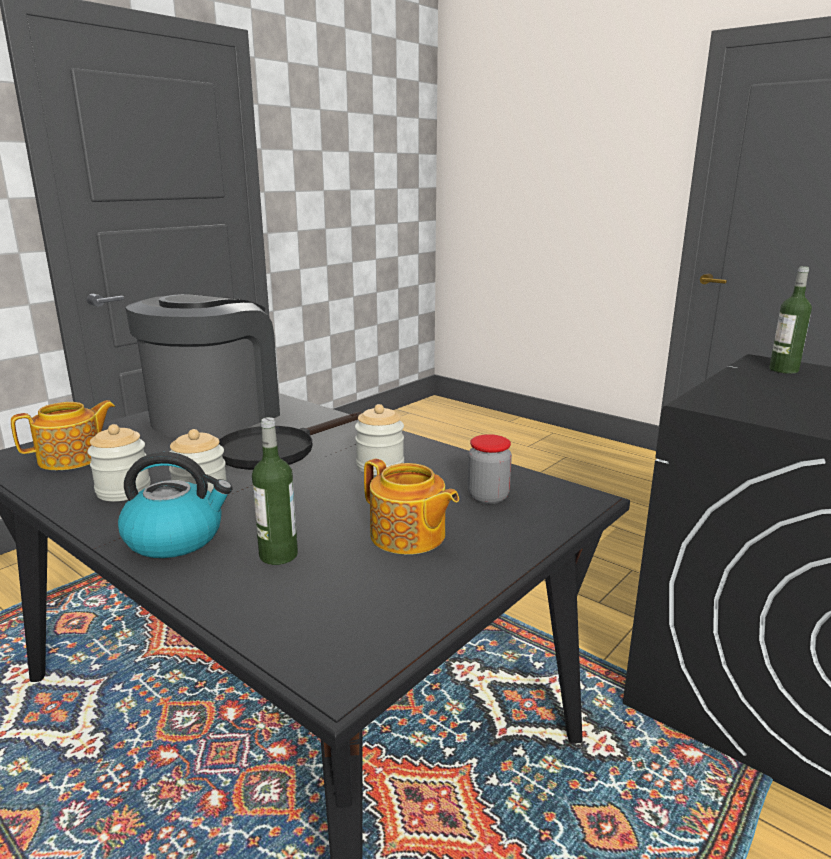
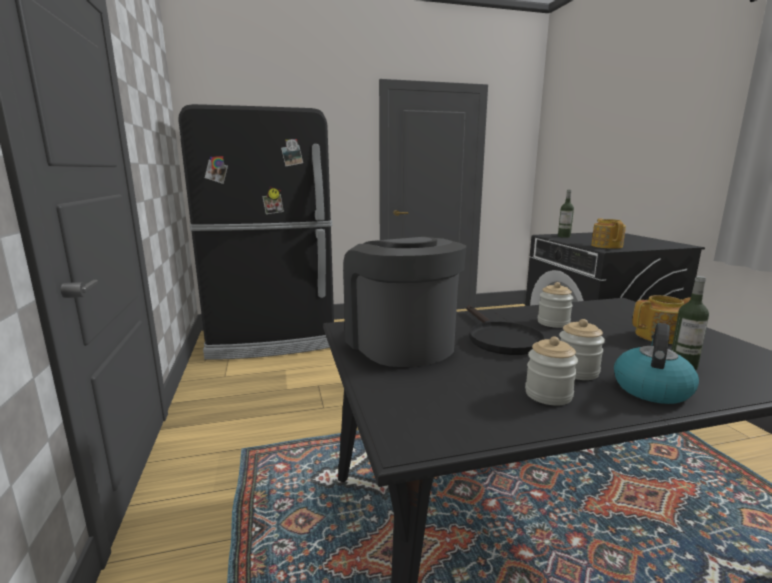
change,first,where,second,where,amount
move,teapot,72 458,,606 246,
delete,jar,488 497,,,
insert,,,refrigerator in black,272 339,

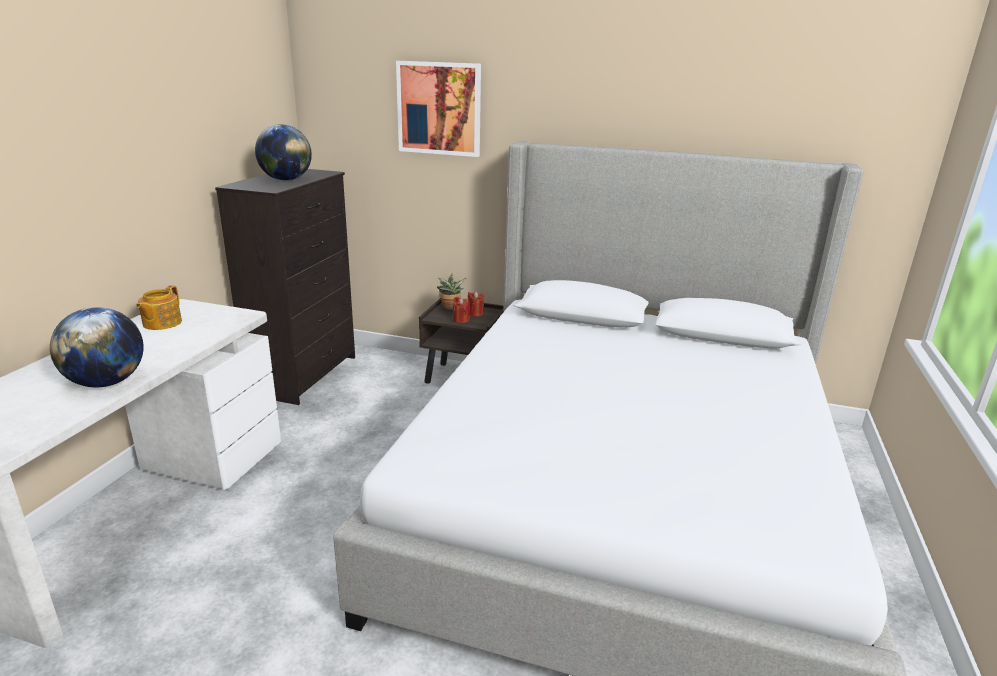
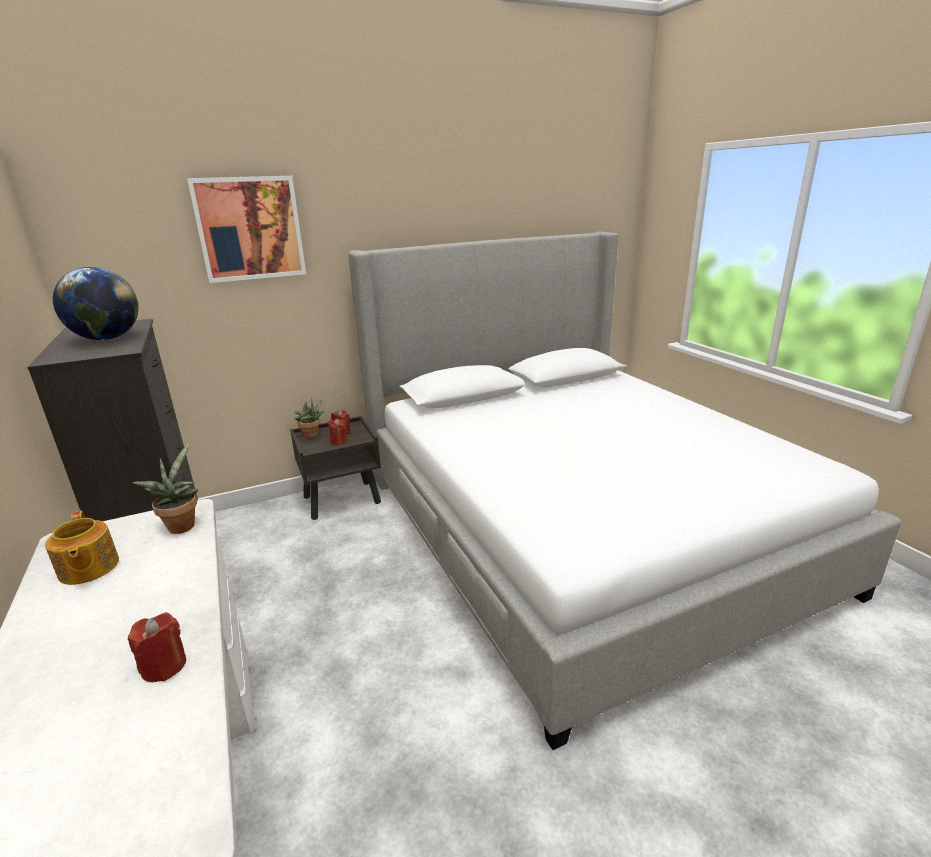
change,first,where,second,where,amount
replace,globe,106 382,candle in red,164 666,
insert,,,houseplant,181 525,

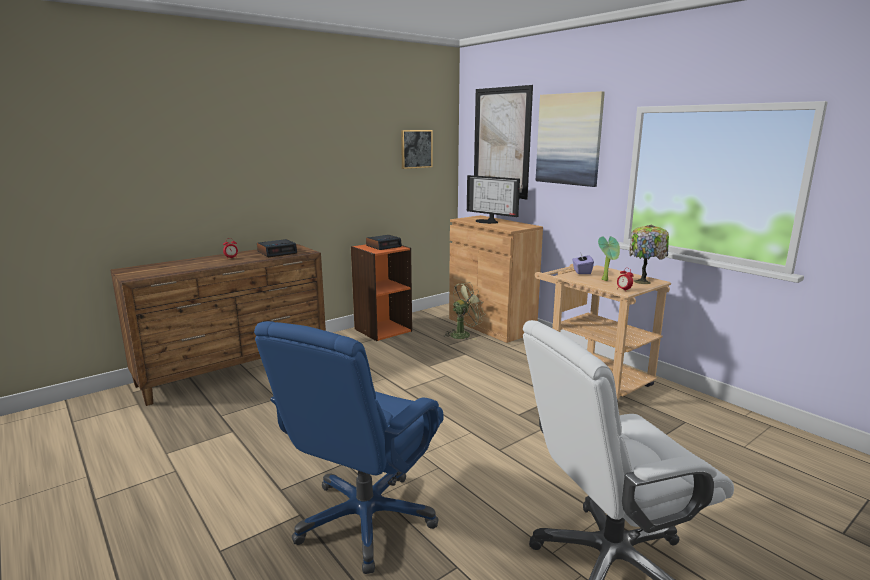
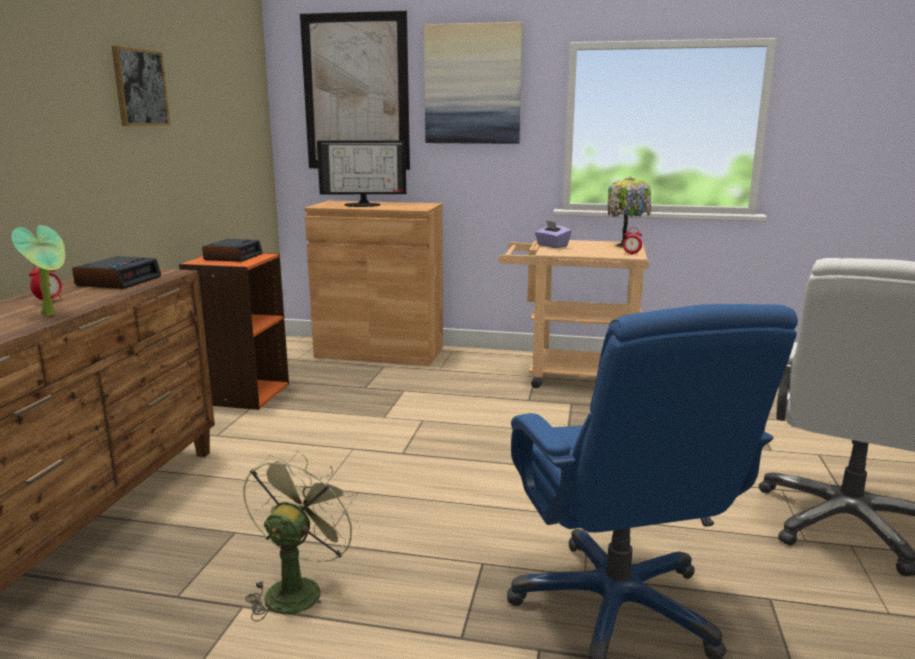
change,first,where,second,where,amount
move,wall picture,416 149,,140 87,
move,houseplant,606 280,,52 314,
move,cooling fan in greenish,463 334,,298 588,

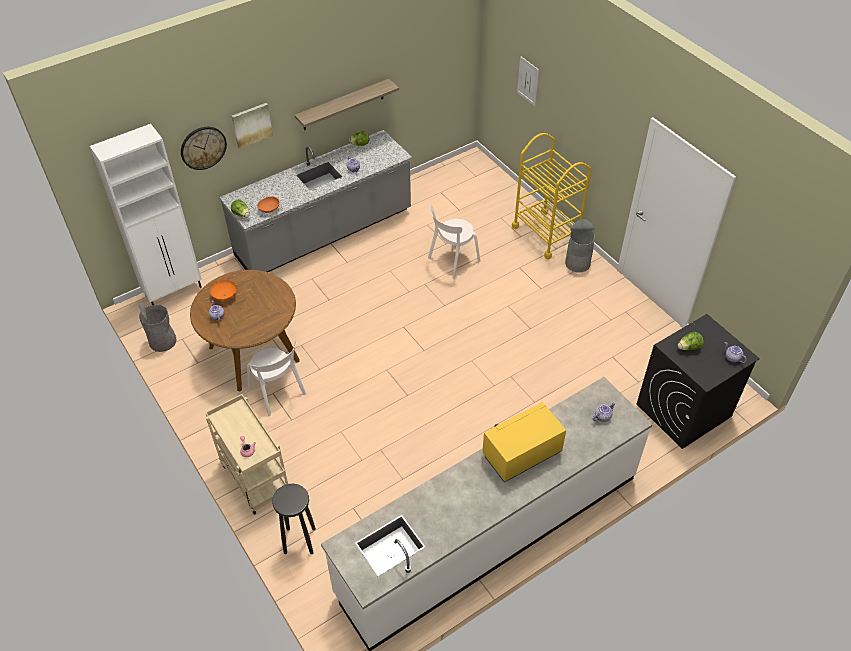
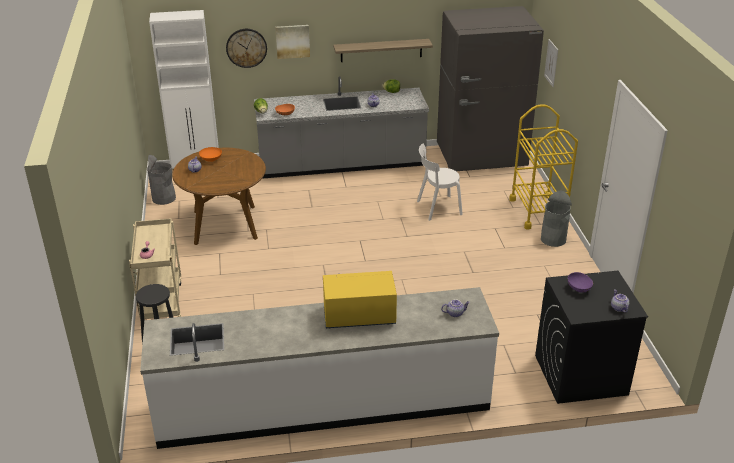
change,first,where,second,where,amount
replace,head of lettuce,688 347,deep dish in purplish,579 288,
delete,plain chair in white,278 393,,,
insert,,,refrigerator in grey,481 157,

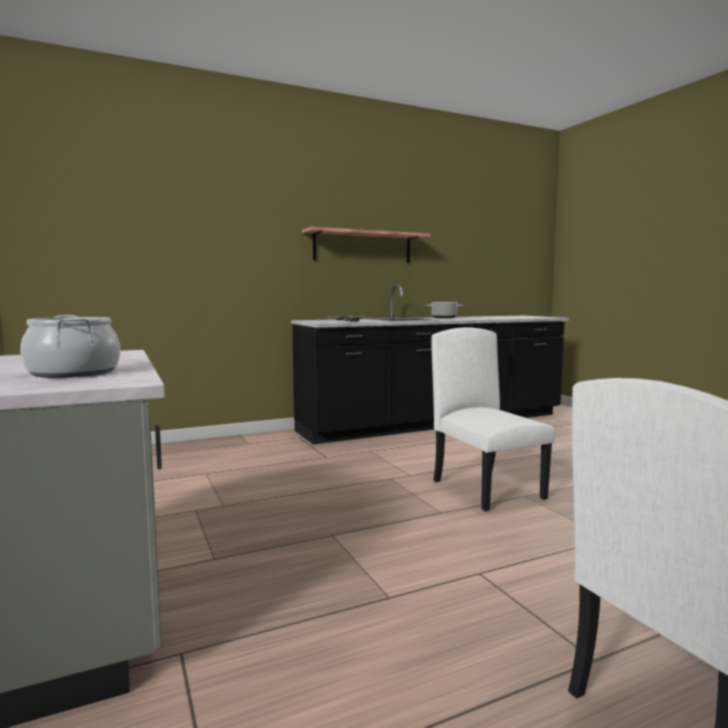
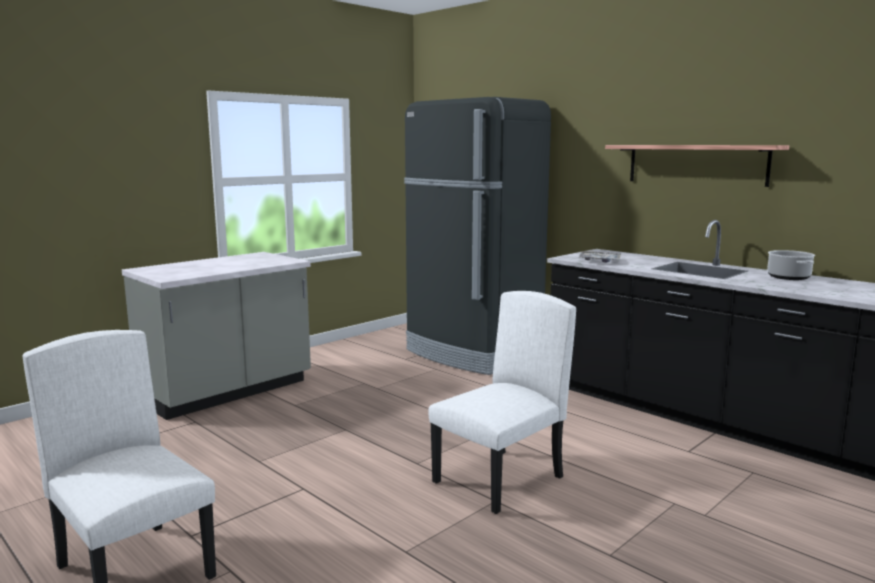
change,first,where,second,where,amount
delete,saucepot,74 373,,,
insert,,,refrigerator in black,472 354,

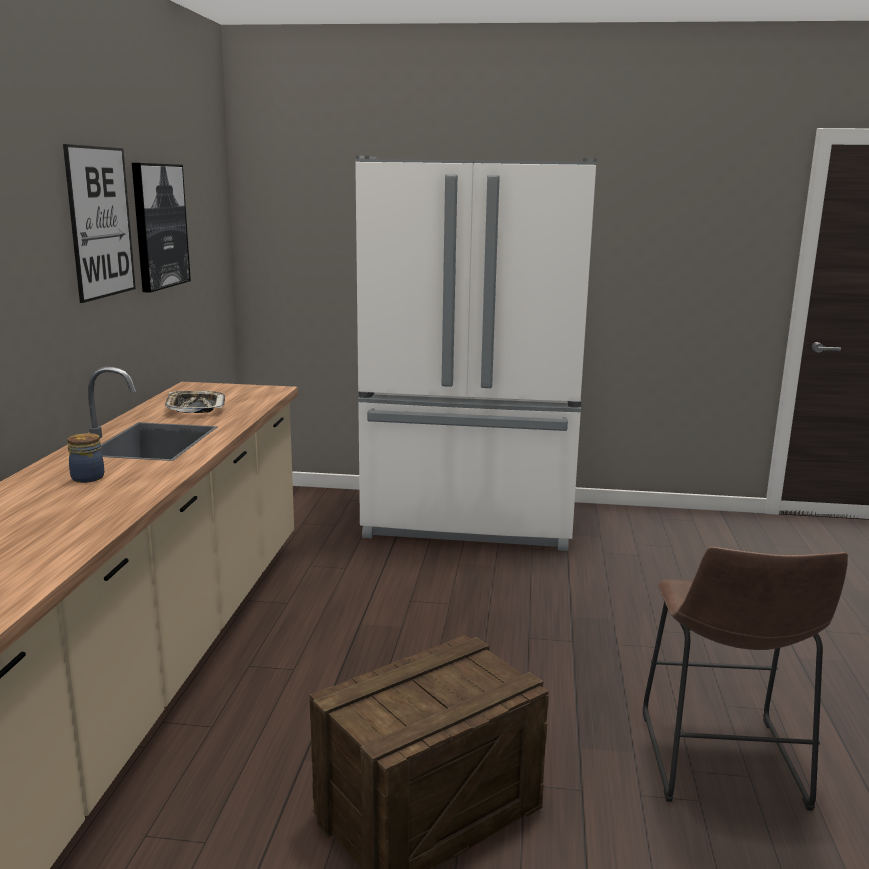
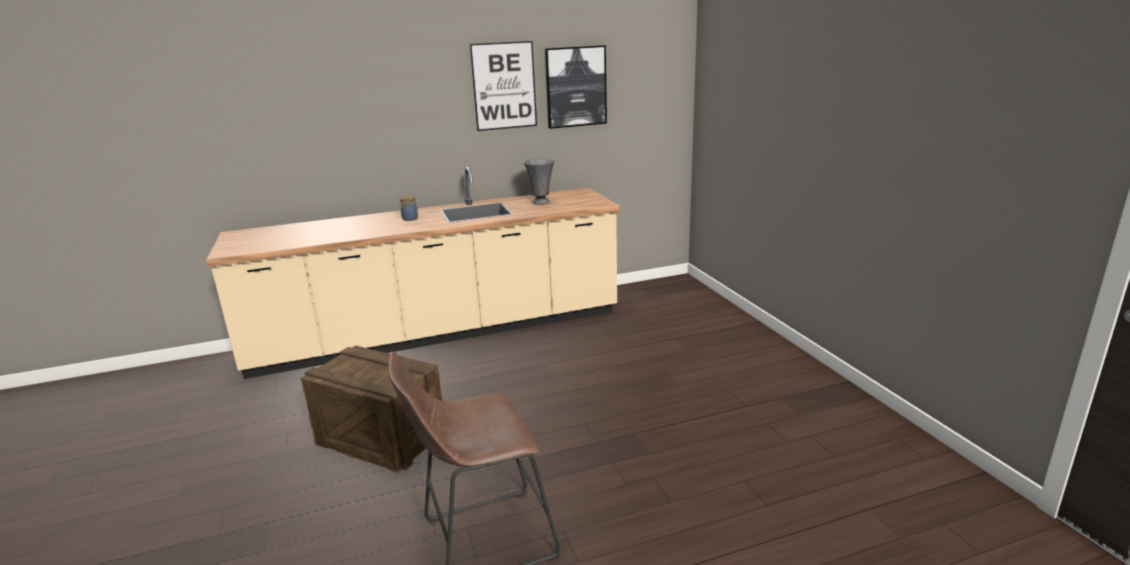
change,first,where,second,where,amount
delete,refrigerator in white,470 521,,,
replace,carrying tray,195 407,vase in grey,541 202,

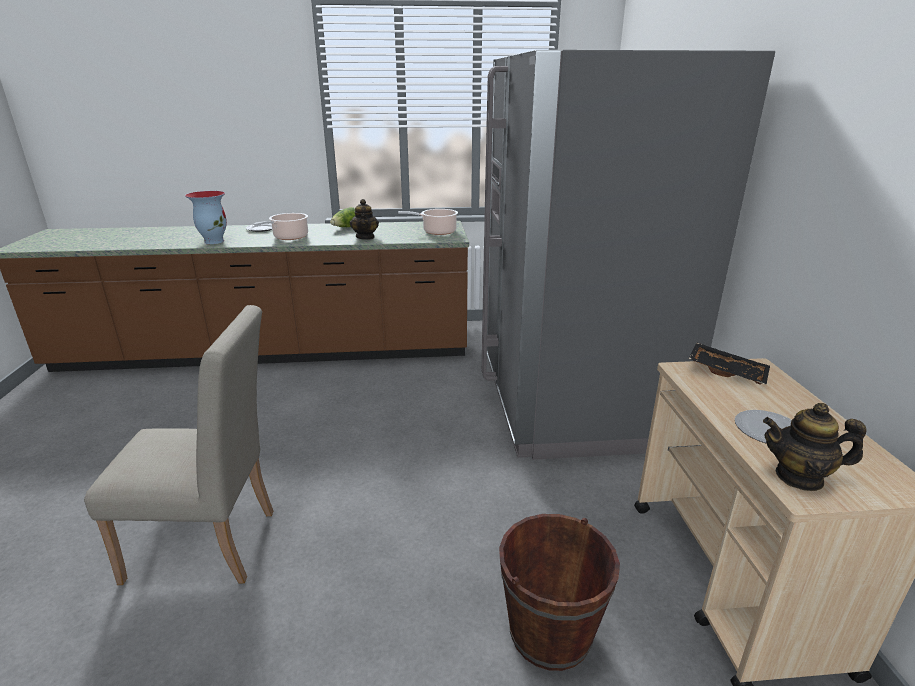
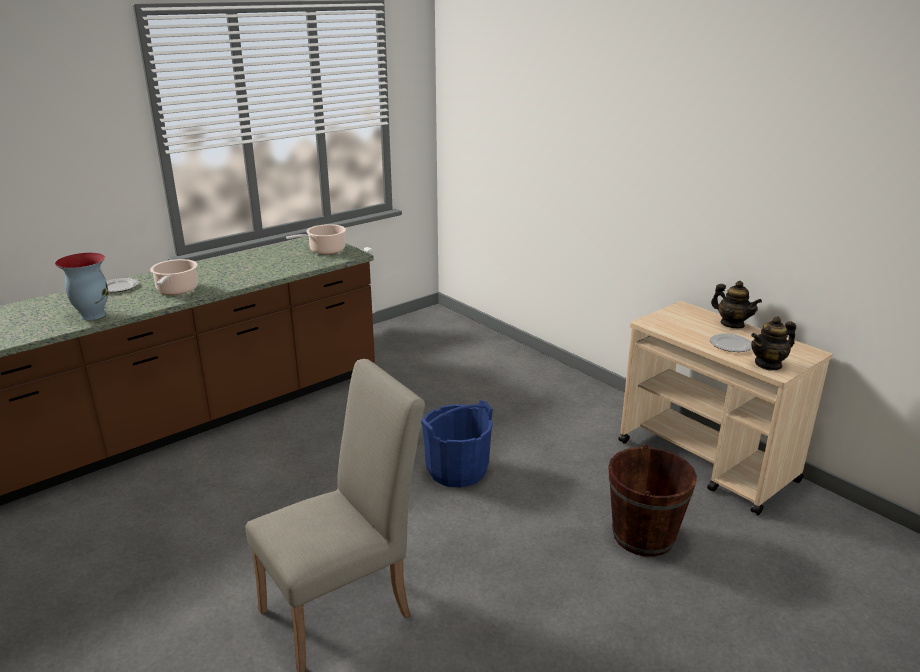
change,first,where,second,where,amount
delete,refrigerator in grey,573 403,,,
move,teapot,365 237,,732 324,
delete,head of lettuce,346 228,,,
delete,carrying tray in black,727 371,,,
insert,,,water bucket in blue-coloured,457 470,

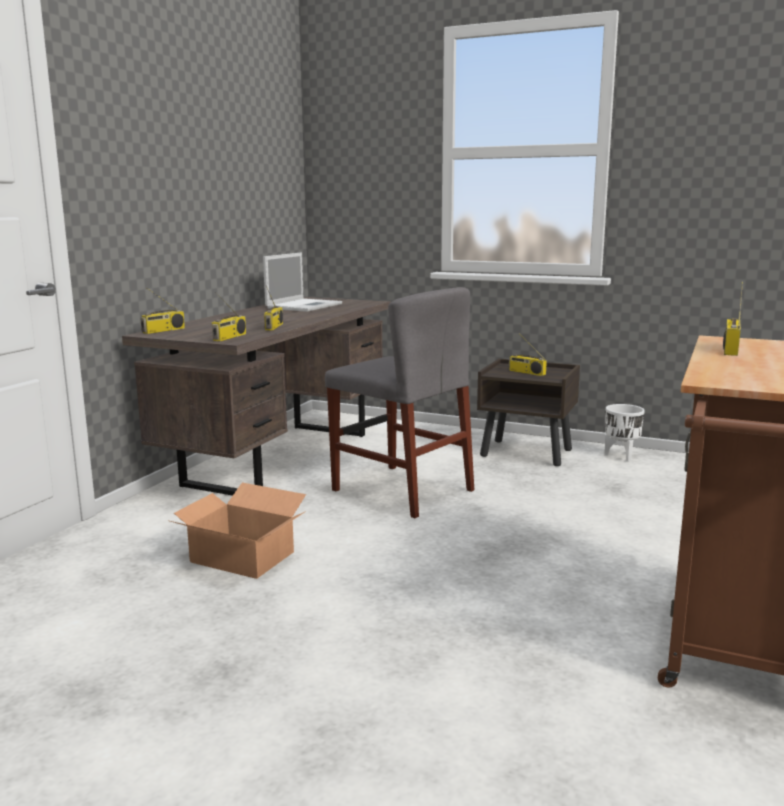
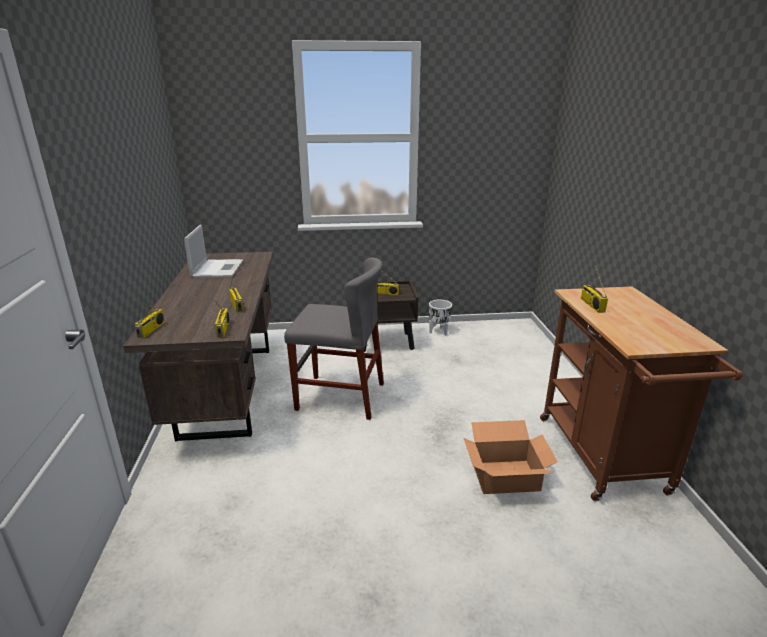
change,first,where,second,where,amount
move,cardboard box,242 558,,506 477,

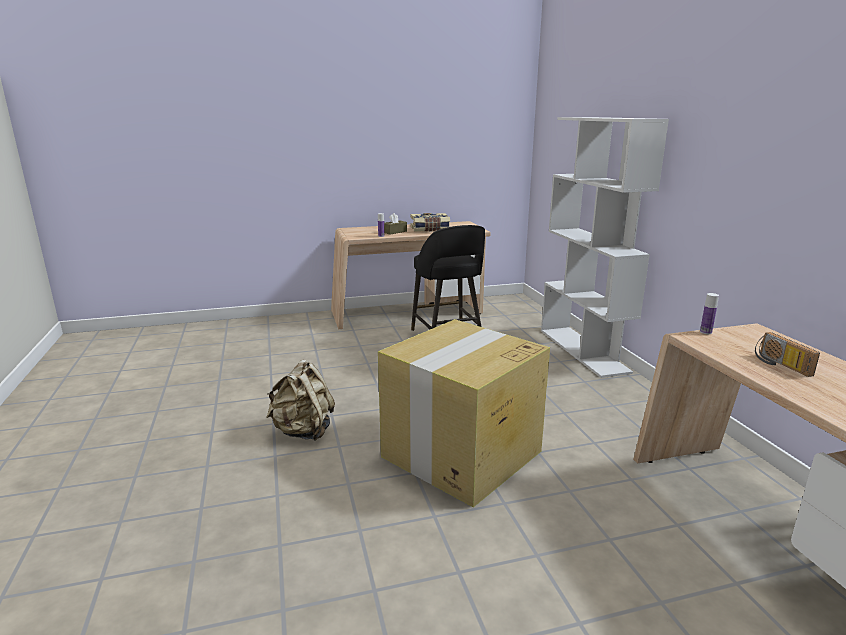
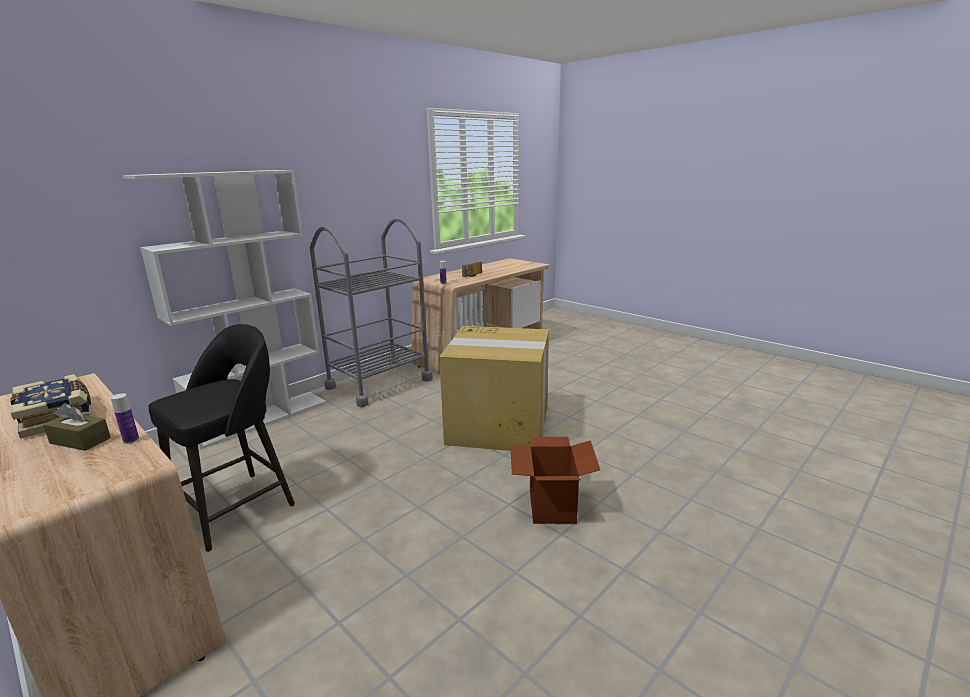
change,first,where,second,where,amount
replace,rucksack in sand-coloured,303 431,cardboard box,551 506,
insert,,,cart in grey,379 383,

